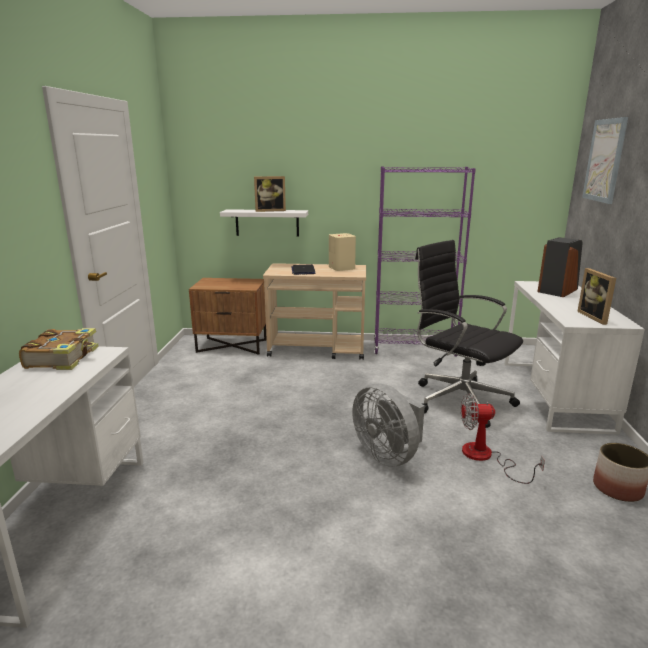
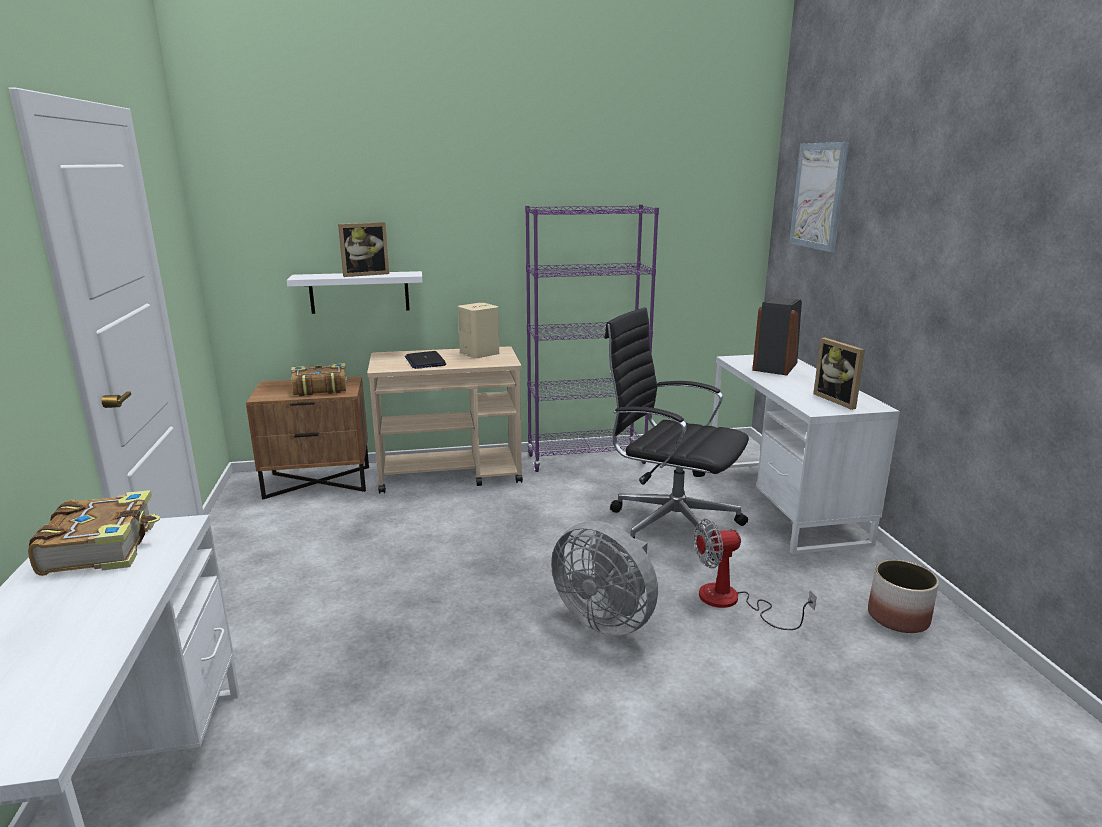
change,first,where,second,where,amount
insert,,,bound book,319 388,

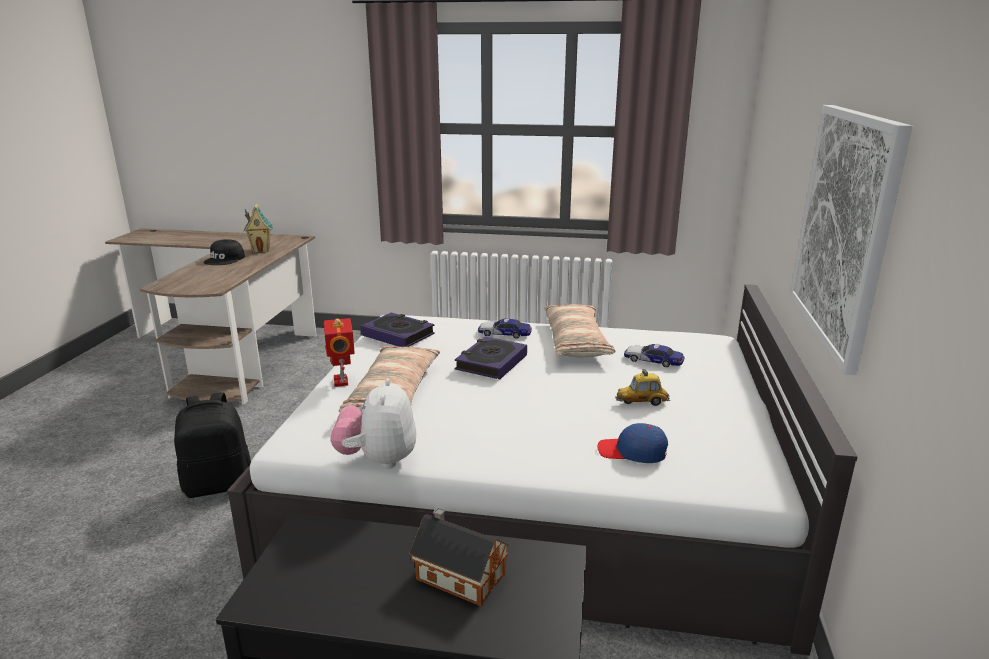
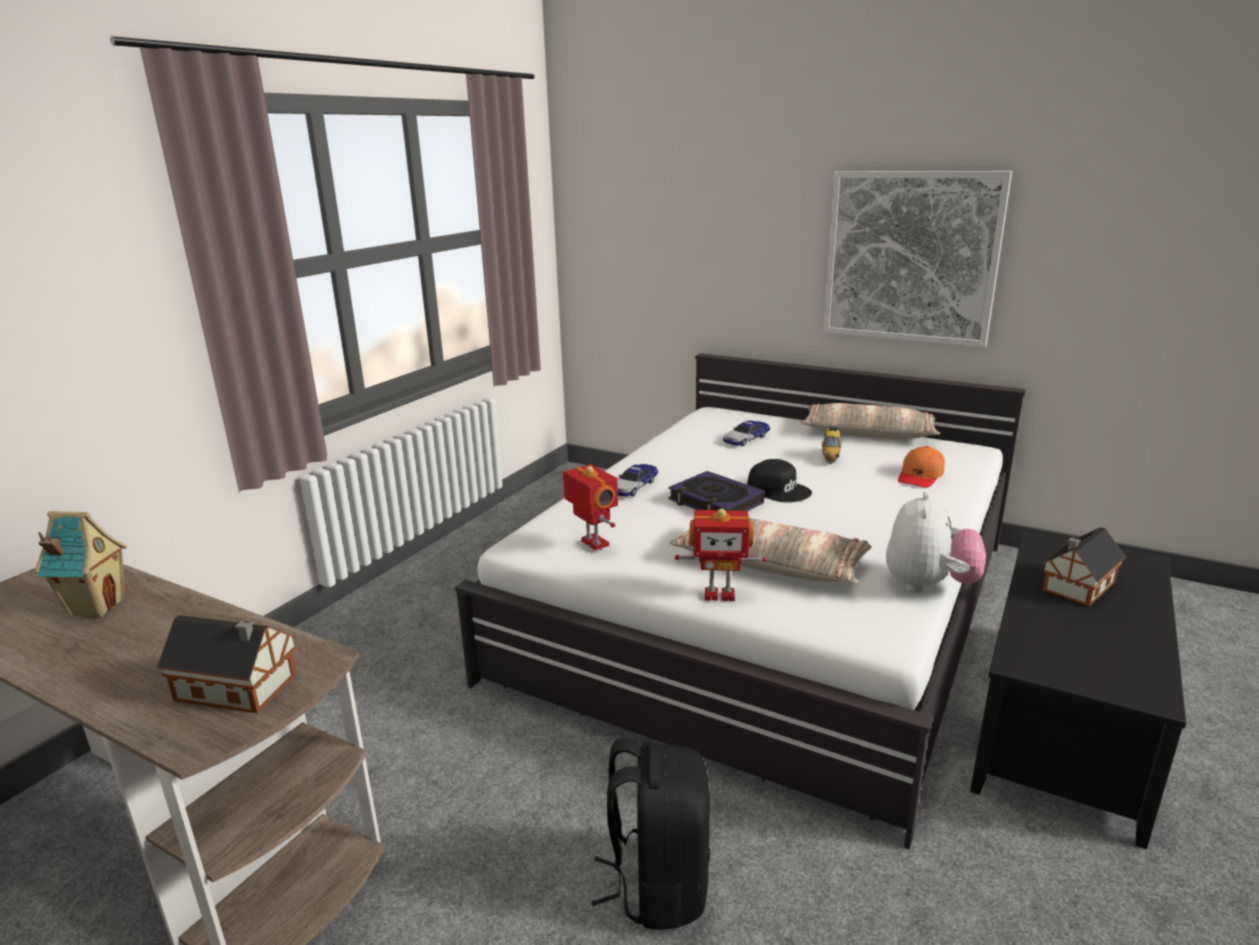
change,first,where,second,where,amount
move,baseball cap in black,225 259,,778 490,
move,cushion,576 342,,868 433,
replace,bound book,398 335,model robot,593 543,
rotate,cuddly toy,378 460,,928 586,90 degrees counterclockwise
recolor,baseball cap in blue-coloured,632 452,baseball cap in orange-coloured,920 476,
insert,,,model house,239 688,

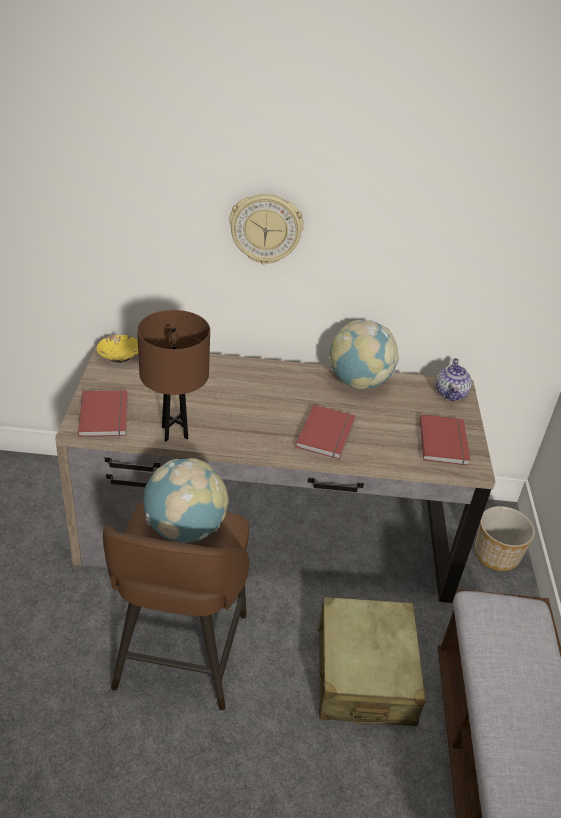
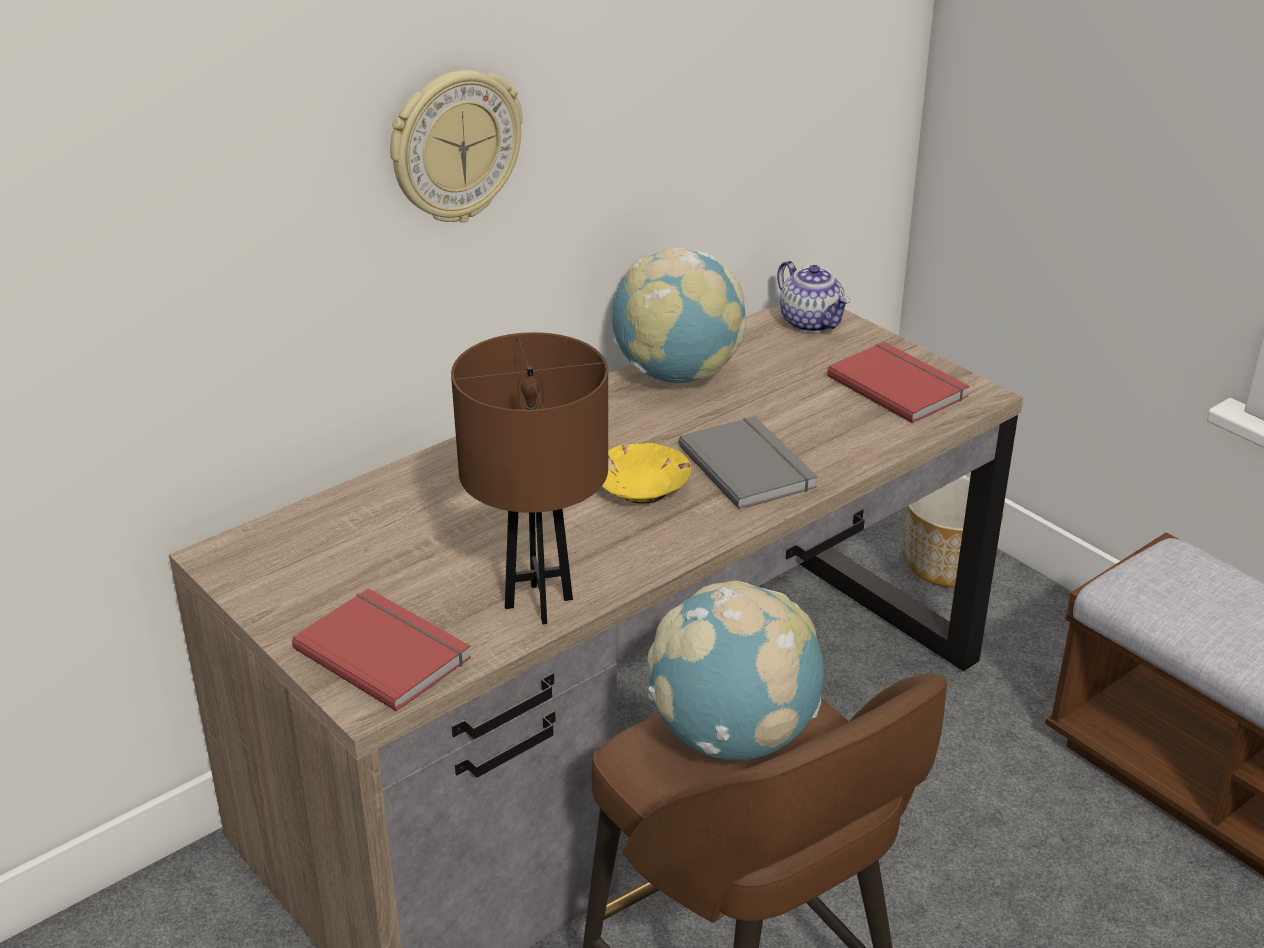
change,first,where,second,where,amount
move,deep dish in yellowish,120 355,,642 488,
recolor,bound book in red,328 434,bound book in grey,750 466,
delete,piece of luggage in sand-coloured,364 673,,,

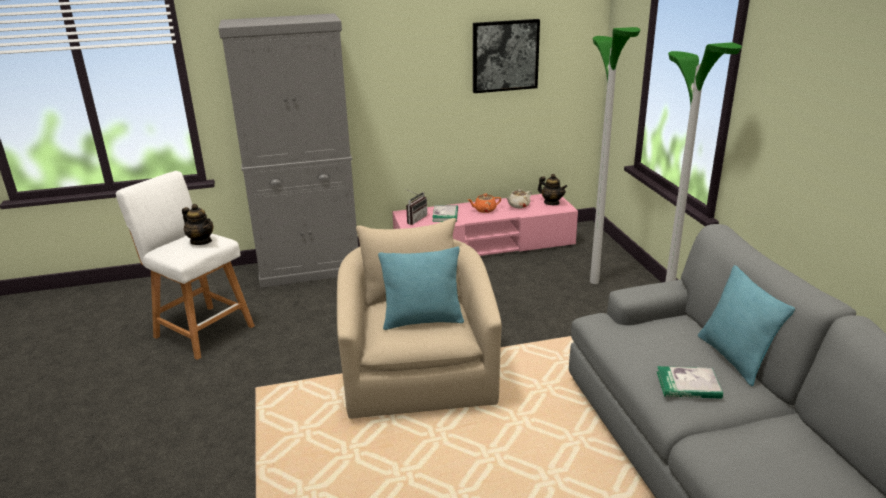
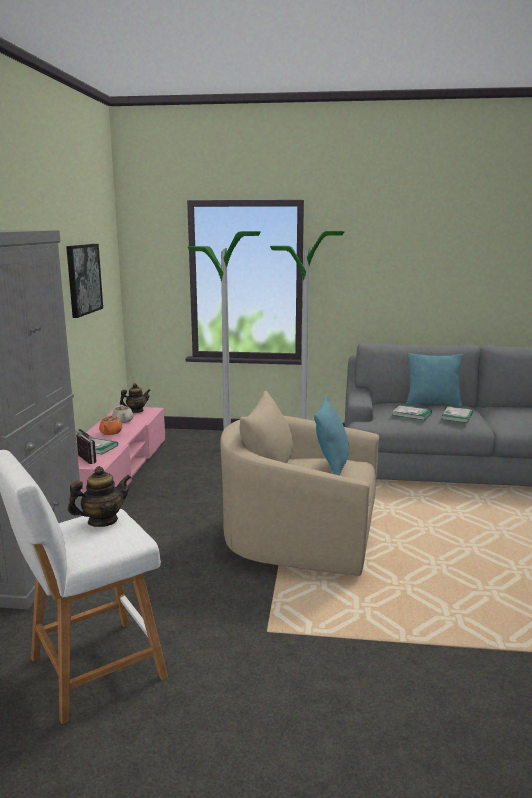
change,first,where,second,where,amount
insert,,,bound book,411 414,

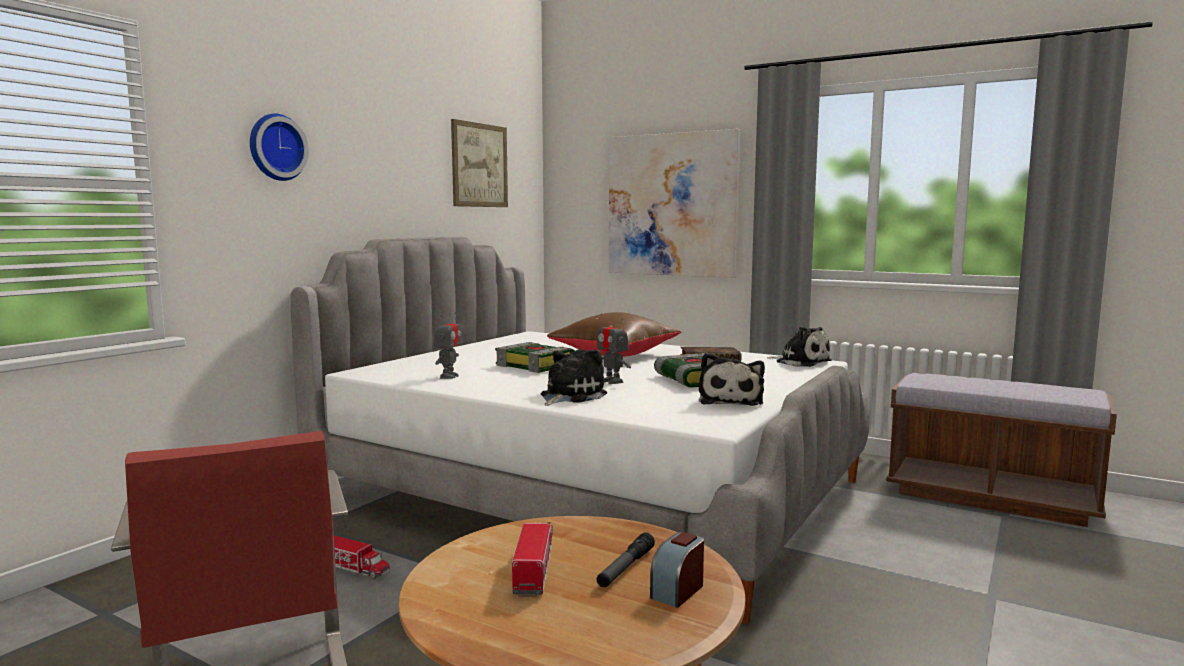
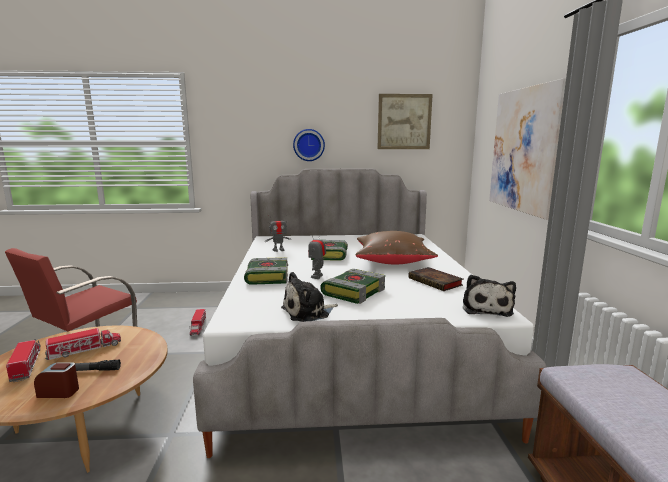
change,first,where,second,where,amount
move,clock on the wall,275 147,,309 145,
replace,cuddly toy,570 396,bound book,266 277,
insert,,,toy truck,26 365,

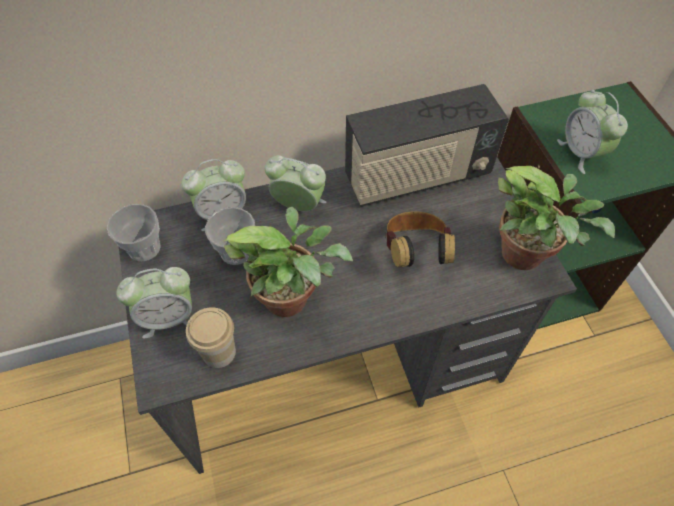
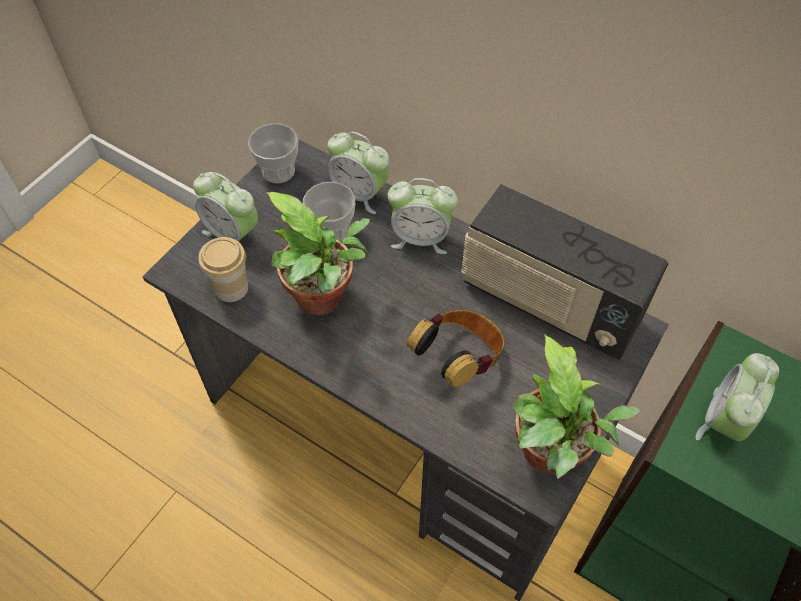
change,first,where,second,where,amount
rotate,bedside clock,298 205,,420 238,120 degrees clockwise

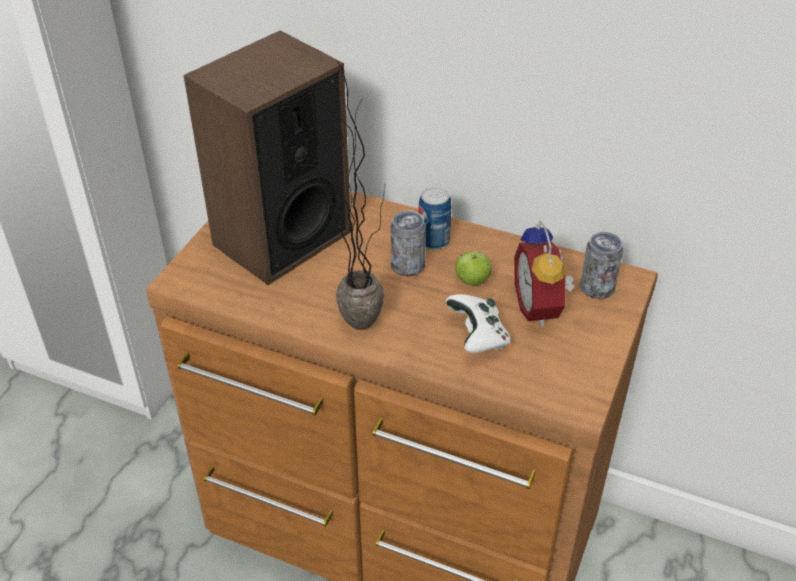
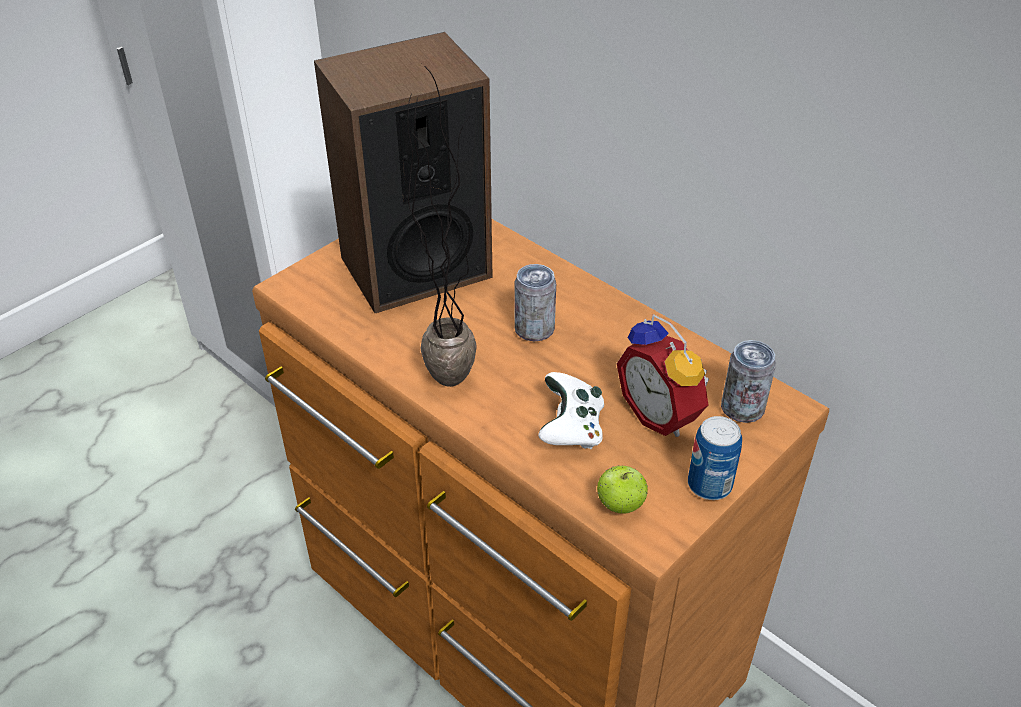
change,first,where,second,where,amount
move,sealed can,433 241,,709 485,
rotate,bedside clock,541 308,,662 414,45 degrees counterclockwise
move,apple fruit,472 281,,620 505,

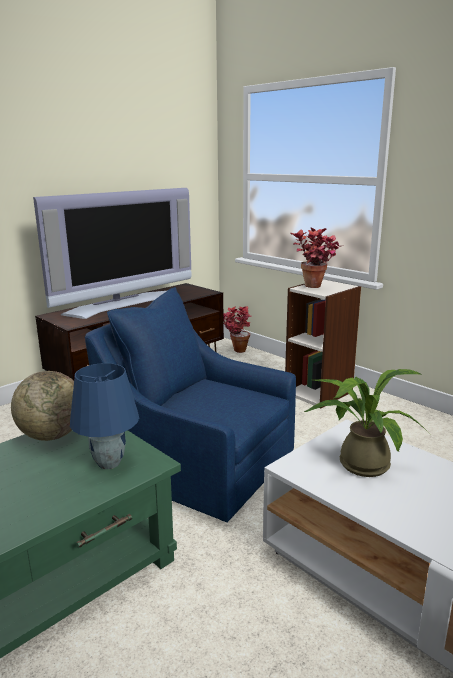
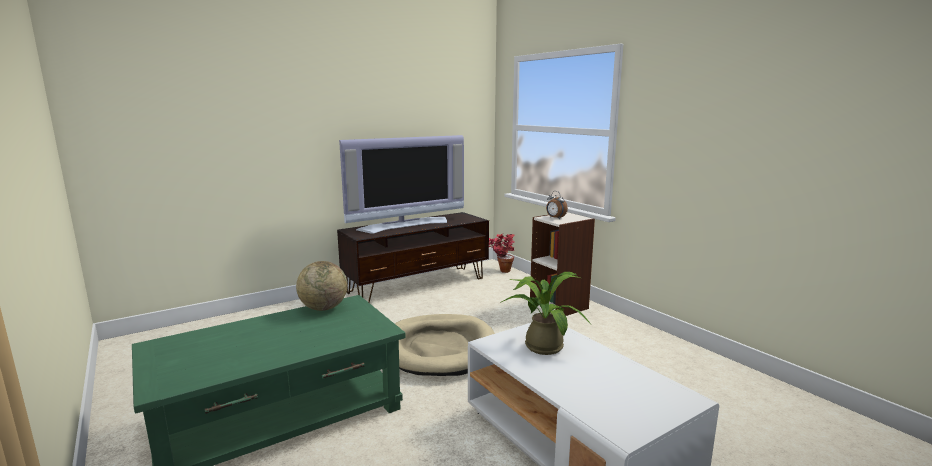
change,first,where,second,where,amount
replace,houseplant,315 288,bedside clock,555 218,
replace,easy chair in blue-coloured,197 463,dog cushion in sand-coloured,440 349,
delete,tabletop lamp in blue-coloured,108 463,,,

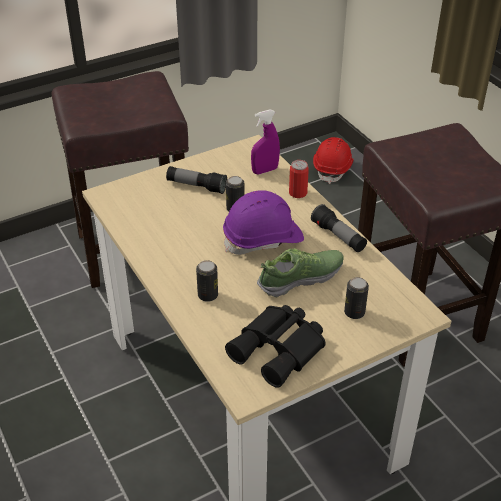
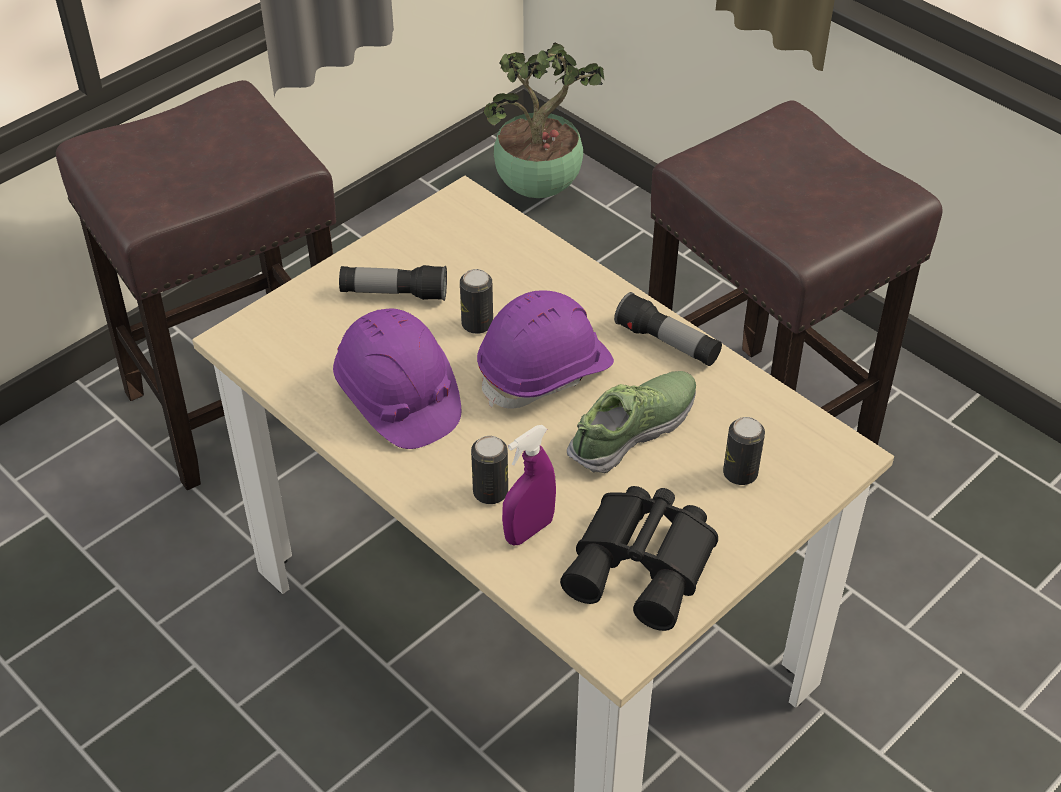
change,first,where,second,where,amount
move,sprayer in purplish,265 170,,529 530,
replace,work helmet in red,333 168,houseplant,540 188,
delete,sealed can,298 193,,,
insert,,,work helmet in purplish,397 399,

